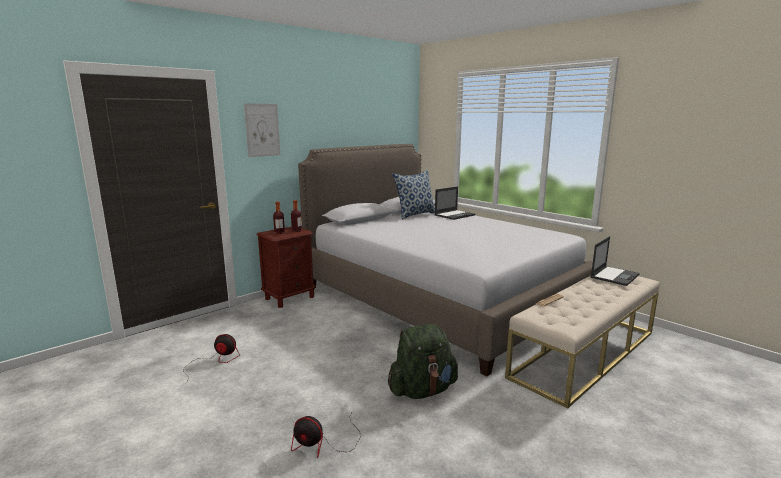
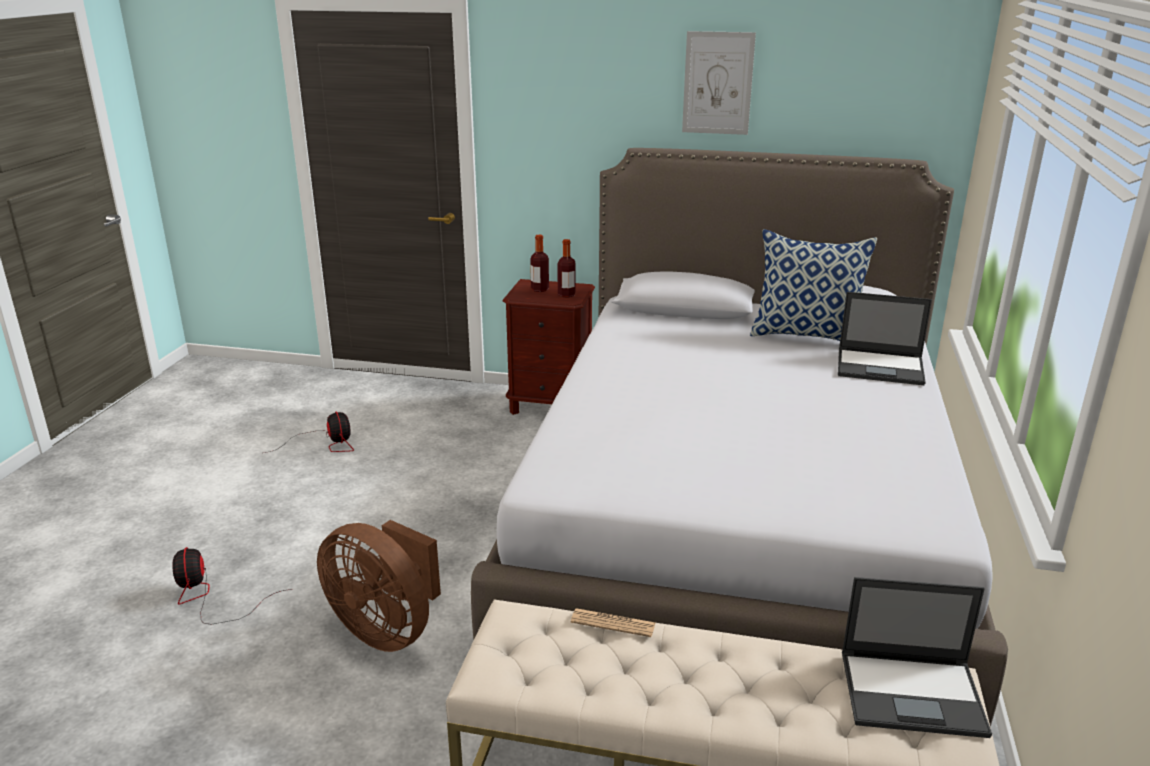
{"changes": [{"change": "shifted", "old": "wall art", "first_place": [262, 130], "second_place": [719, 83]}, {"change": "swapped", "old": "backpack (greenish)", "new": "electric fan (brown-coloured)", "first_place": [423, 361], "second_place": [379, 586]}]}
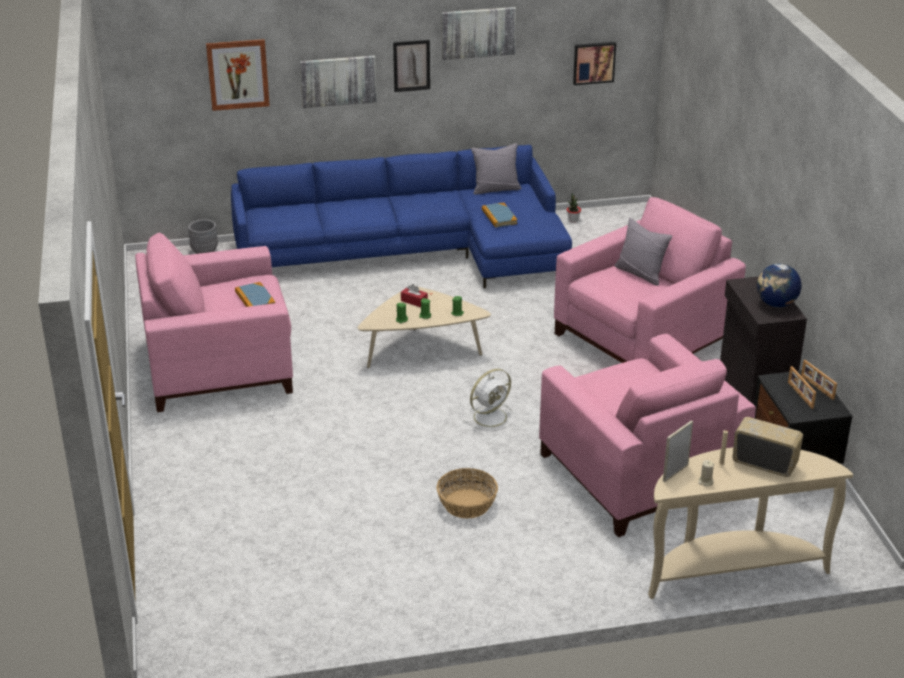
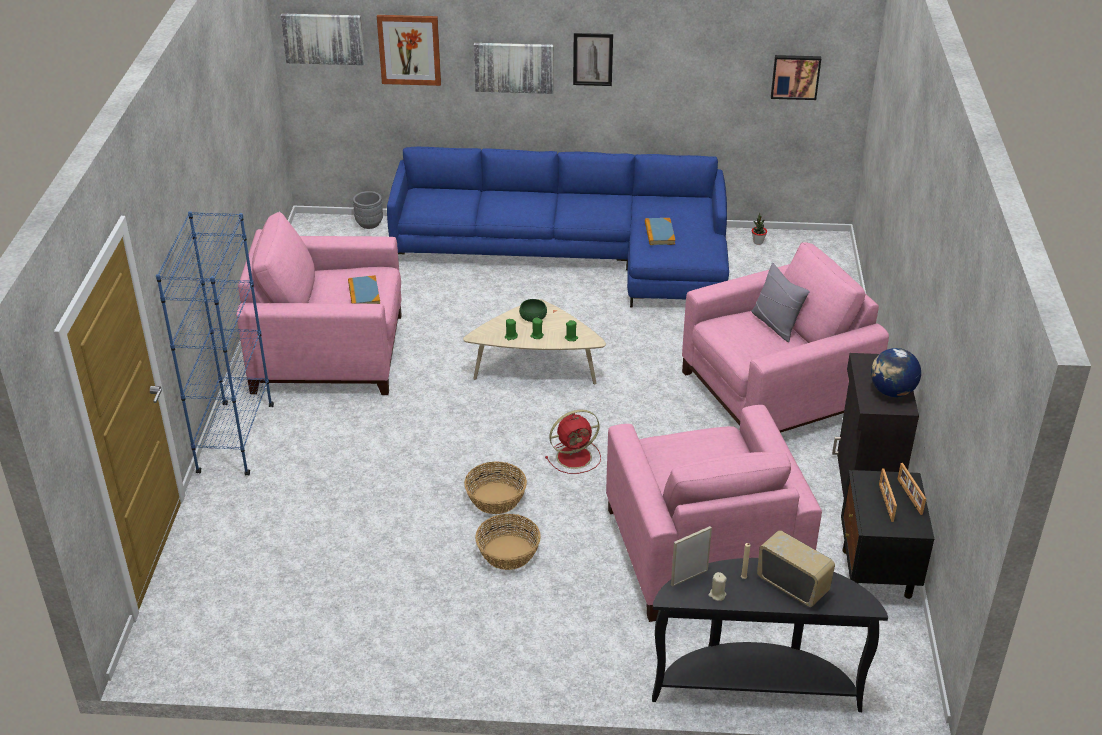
{"changes": [{"change": "shifted", "old": "wall art", "first_place": [479, 33], "second_place": [323, 39]}, {"change": "gone", "old": "pillow (greyish)", "first_place": [496, 169]}, {"change": "swapped", "old": "tissue holder (reddish)", "new": "serving bowl (greenish)", "first_place": [414, 295], "second_place": [533, 310]}, {"change": "repainted", "old": "electric fan (whitish)", "new": "electric fan (reddish)", "first_place": [490, 400], "second_place": [573, 442]}, {"change": "repainted", "old": "narrow table (beige)", "new": "narrow table (black)", "first_place": [750, 523], "second_place": [770, 635]}, {"change": "new", "new": "bookcase (blue-coloured)", "second_place": [215, 343]}, {"change": "new", "new": "basket", "second_place": [495, 488]}]}
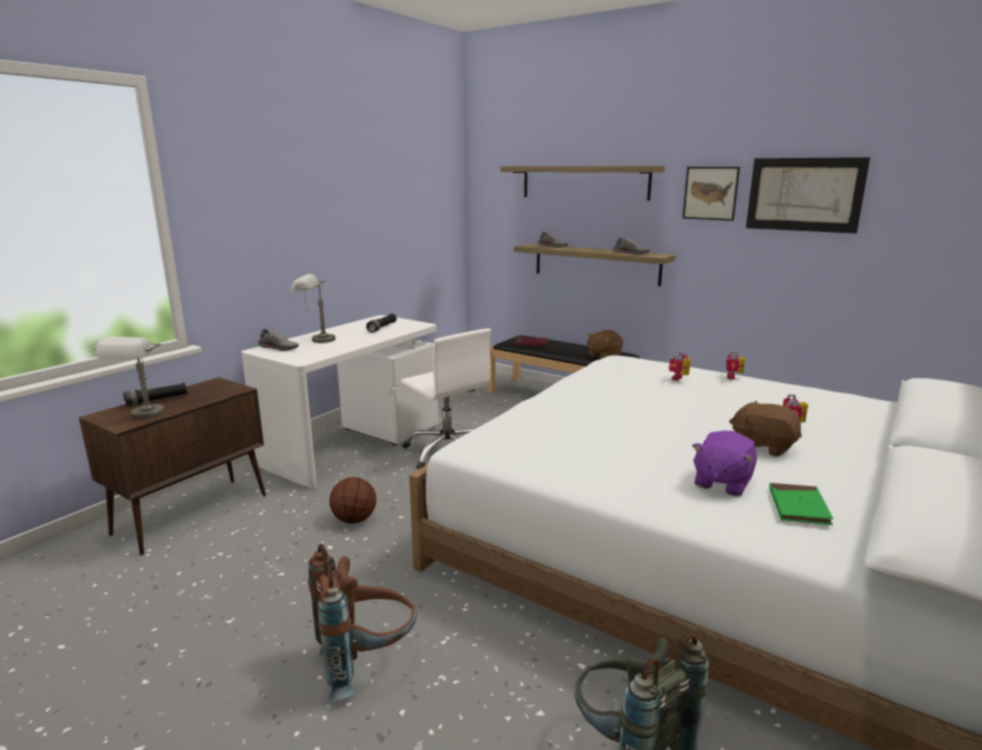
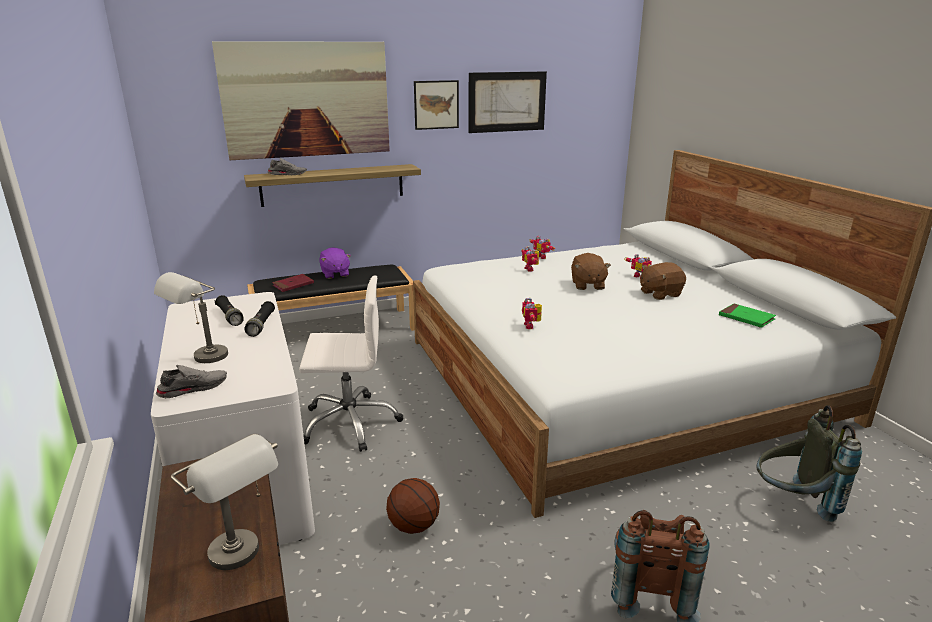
{"changes": [{"change": "swapped", "old": "wall shelf", "new": "wall art", "first_place": [582, 183], "second_place": [301, 100]}, {"change": "gone", "old": "shoe (greyish)", "first_place": [631, 246]}, {"change": "shifted", "old": "cuddly toy (brown-coloured)", "first_place": [605, 344], "second_place": [591, 271]}, {"change": "shifted", "old": "torch (black)", "first_place": [155, 394], "second_place": [259, 319]}, {"change": "shifted", "old": "cuddly toy (purplish)", "first_place": [724, 463], "second_place": [335, 263]}, {"change": "new", "new": "robot figure", "second_place": [532, 313]}]}
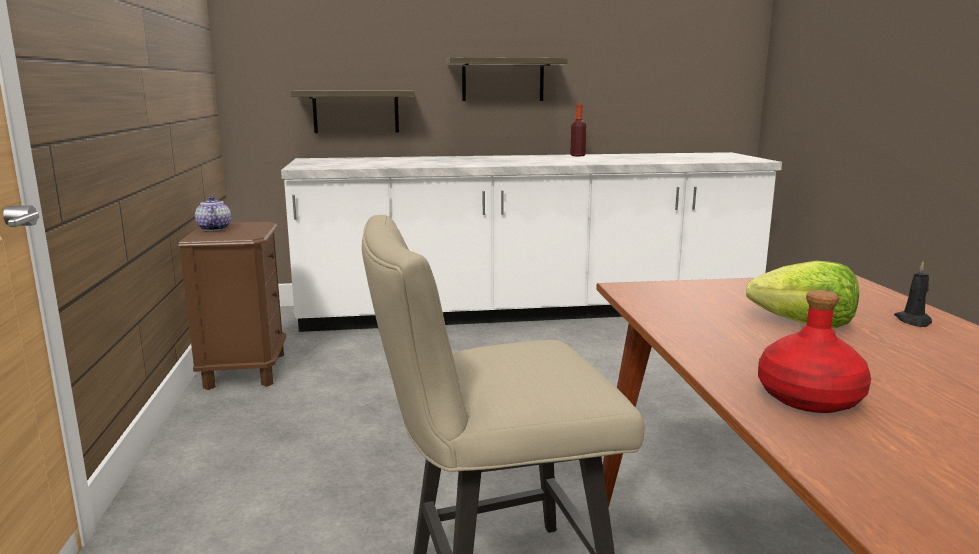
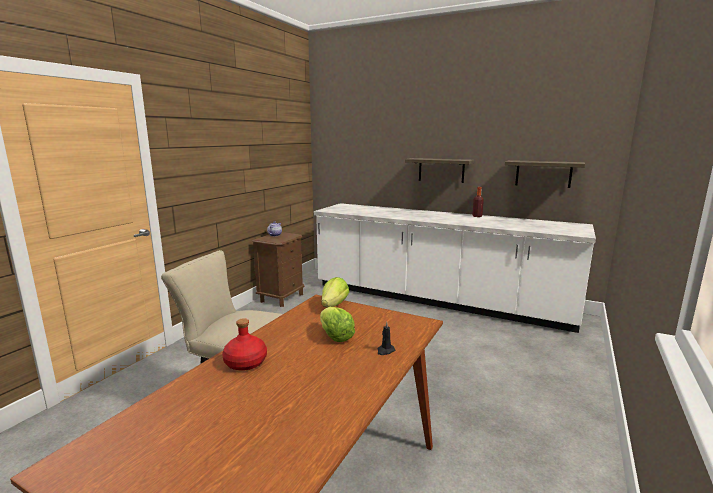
{"changes": [{"change": "shifted", "old": "wall shelf", "first_place": [353, 111], "second_place": [545, 174]}, {"change": "new", "new": "head of lettuce", "second_place": [335, 292]}]}
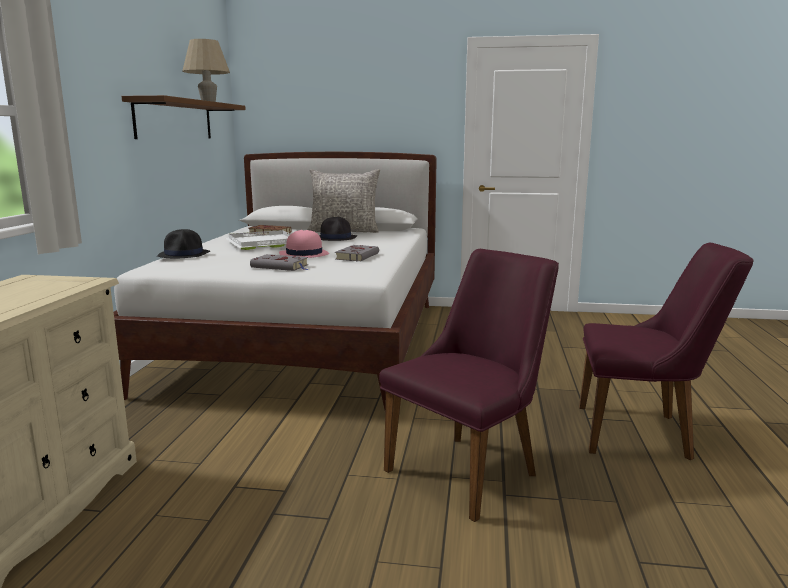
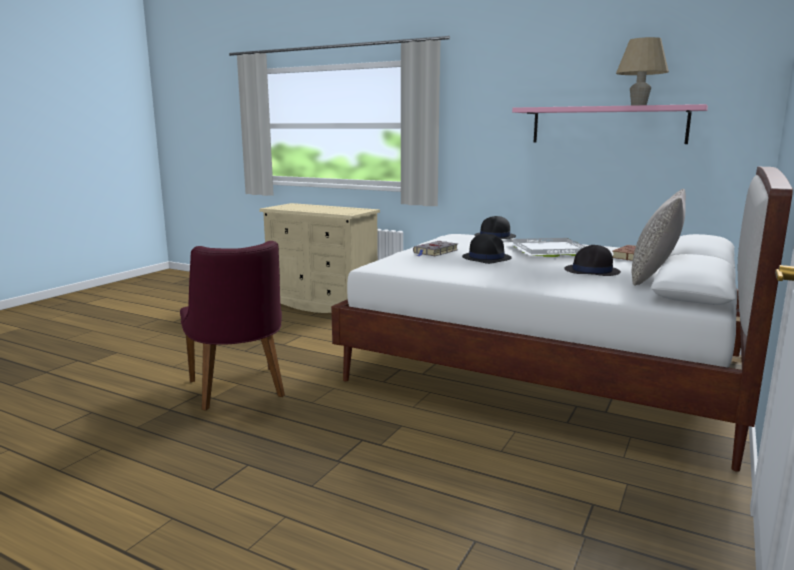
{"changes": [{"change": "repainted", "old": "wall shelf (brown-coloured)", "new": "wall shelf (pink-coloured)", "first_place": [183, 117], "second_place": [610, 124]}, {"change": "repainted", "old": "wearable hat (pink-coloured)", "new": "wearable hat (black)", "first_place": [304, 244], "second_place": [487, 248]}, {"change": "gone", "old": "chair (purplish)", "first_place": [666, 351]}, {"change": "gone", "old": "volume (greyish)", "first_place": [357, 253]}]}
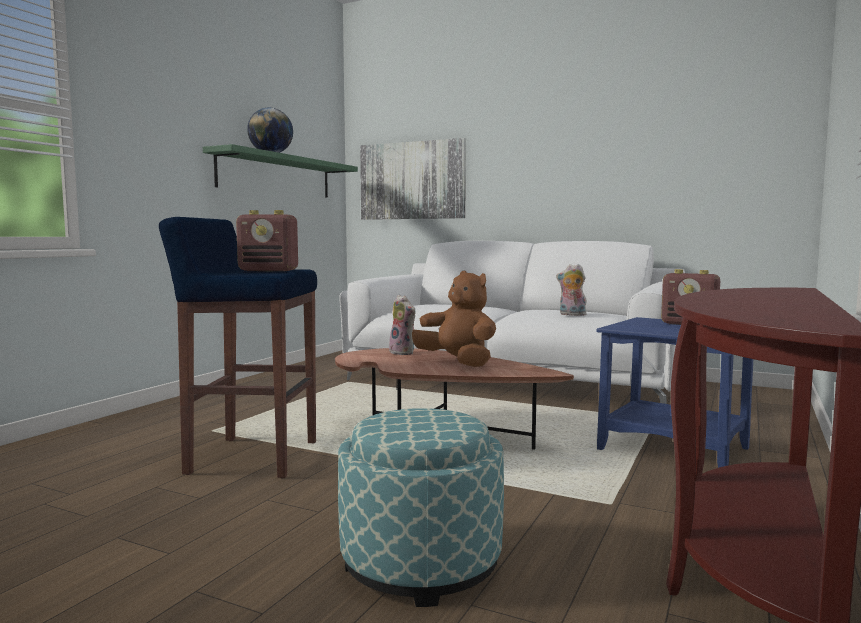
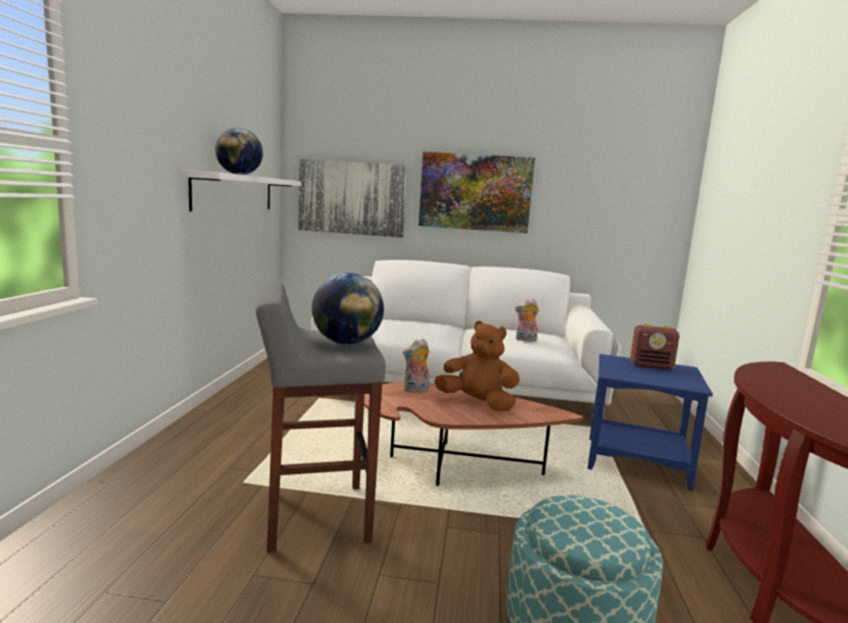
{"changes": [{"change": "repainted", "old": "wall shelf (greenish)", "new": "wall shelf (whitish)", "first_place": [280, 171], "second_place": [240, 191]}, {"change": "swapped", "old": "radio receiver", "new": "world globe", "first_place": [267, 241], "second_place": [348, 309]}, {"change": "repainted", "old": "stool (blue-coloured)", "new": "stool (greyish)", "first_place": [238, 348], "second_place": [320, 416]}, {"change": "rotated", "old": "cuddly toy", "first_place": [402, 325], "second_place": [416, 365], "degrees": 120}, {"change": "new", "new": "wall art", "second_place": [477, 192]}]}
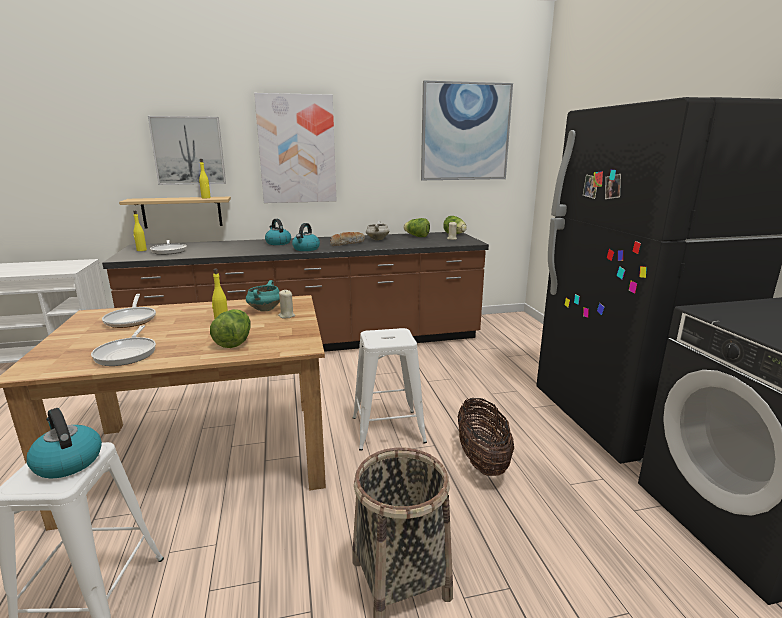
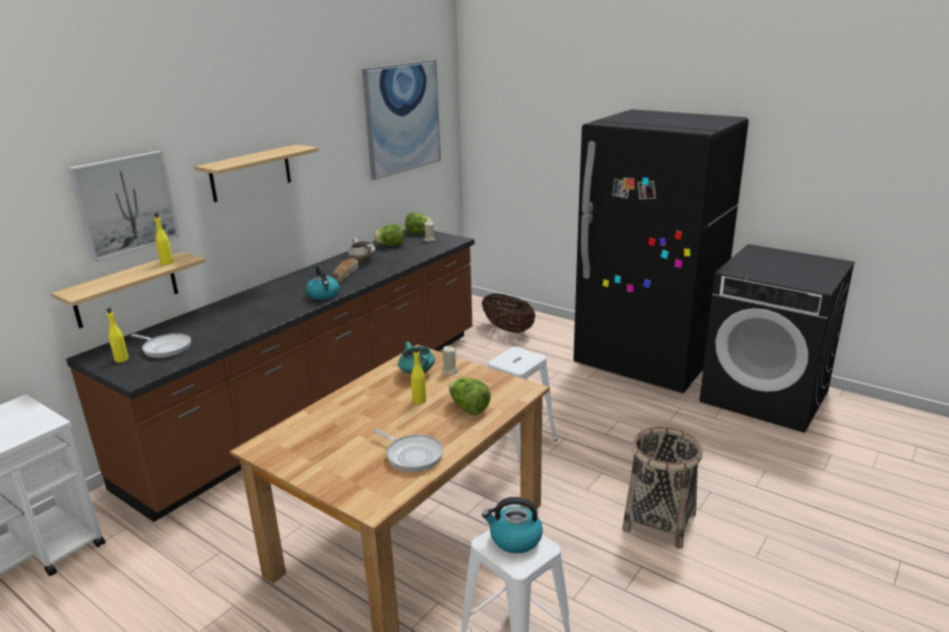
{"changes": [{"change": "swapped", "old": "wall art", "new": "wall shelf", "first_place": [295, 148], "second_place": [256, 173]}, {"change": "gone", "old": "tea kettle", "first_place": [278, 232]}, {"change": "gone", "old": "skillet", "first_place": [129, 311]}, {"change": "shifted", "old": "basket", "first_place": [486, 436], "second_place": [509, 313]}]}
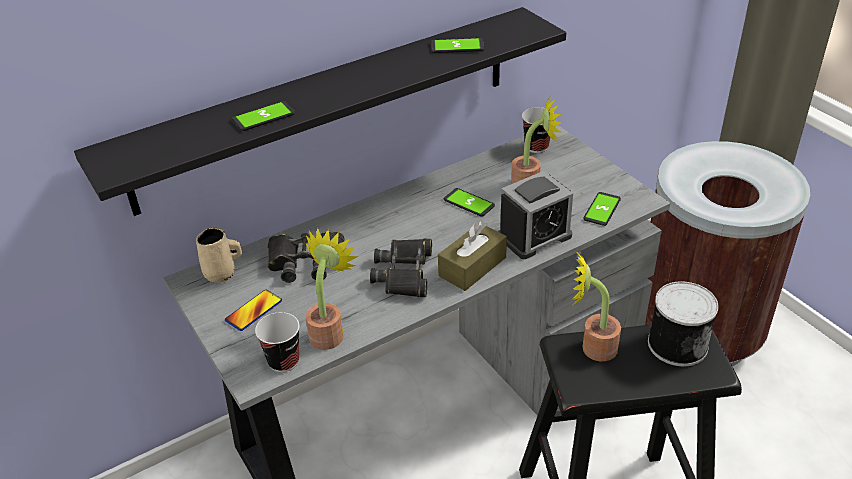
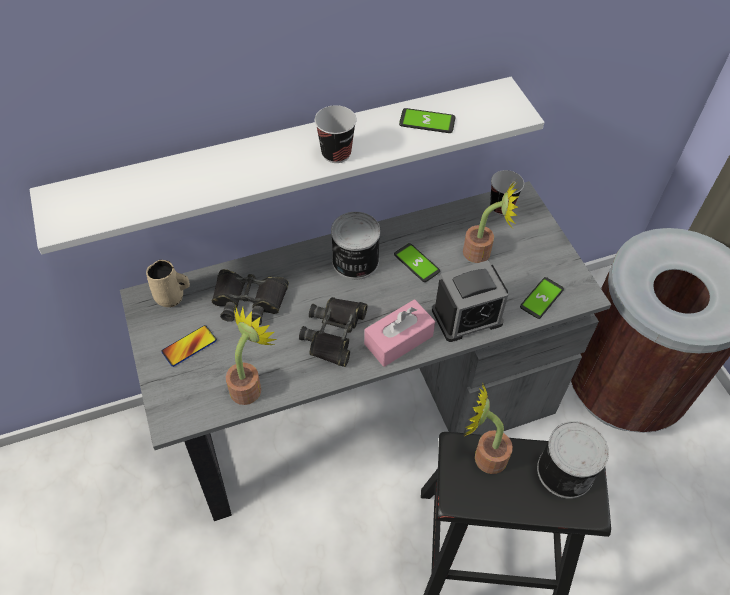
{"changes": [{"change": "repainted", "old": "wall shelf (black)", "new": "wall shelf (whitish)", "first_place": [320, 111], "second_place": [287, 165]}, {"change": "gone", "old": "handset", "first_place": [263, 116]}, {"change": "repainted", "old": "tissue holder (brown-coloured)", "new": "tissue holder (pink-coloured)", "first_place": [472, 256], "second_place": [399, 333]}, {"change": "shifted", "old": "drinking cup", "first_place": [277, 342], "second_place": [336, 134]}, {"change": "new", "new": "sealed can", "second_place": [355, 246]}]}
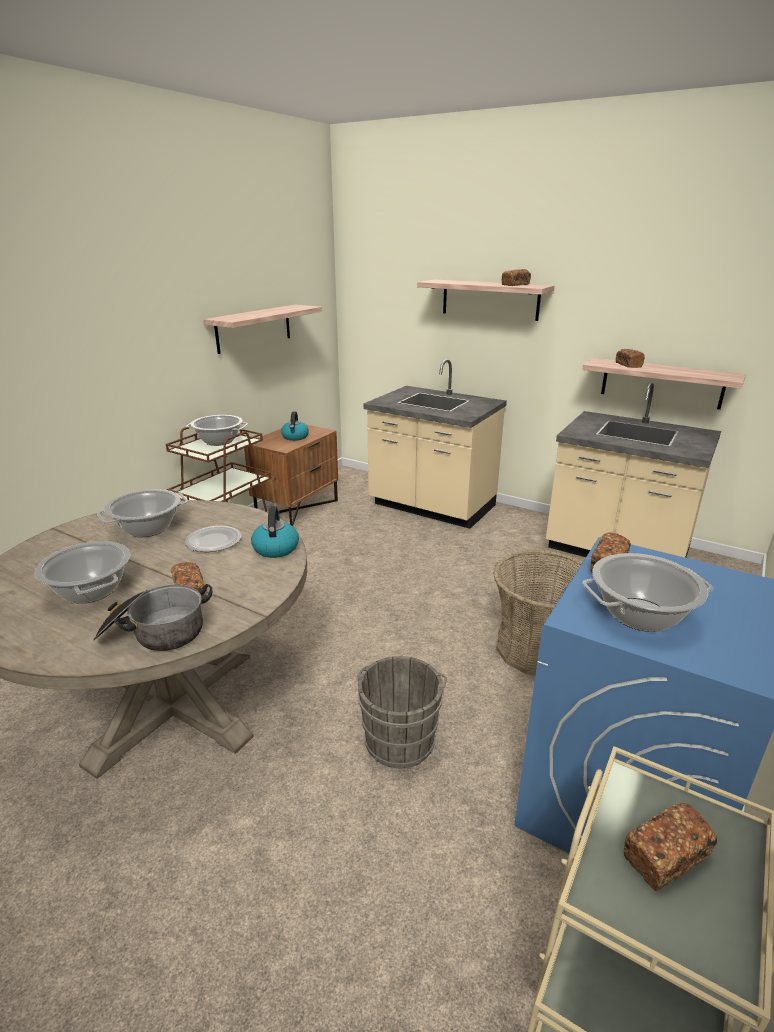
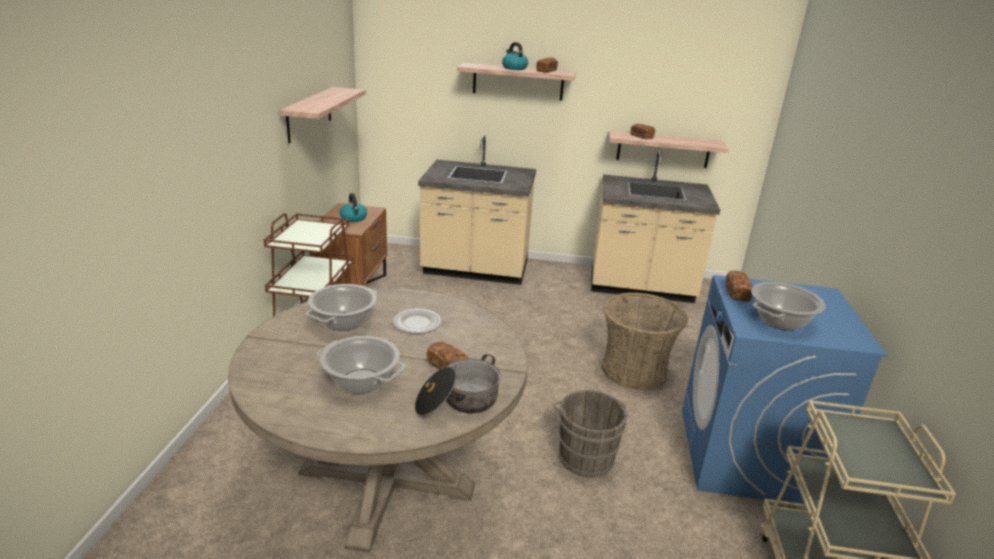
{"changes": [{"change": "gone", "old": "saucepot", "first_place": [217, 430]}, {"change": "shifted", "old": "tea kettle", "first_place": [275, 532], "second_place": [515, 56]}, {"change": "gone", "old": "baked bread", "first_place": [670, 846]}]}
